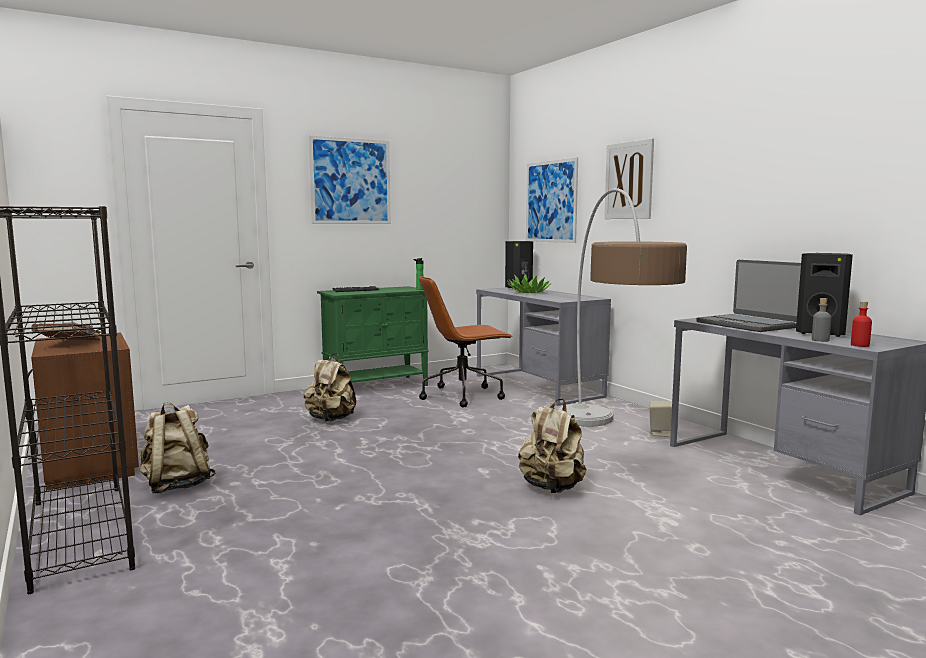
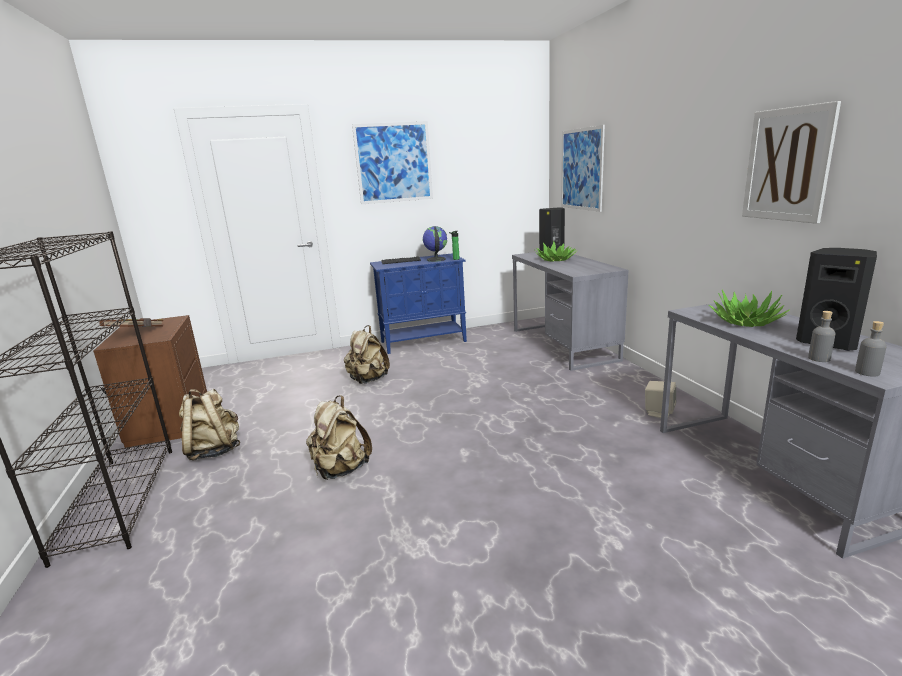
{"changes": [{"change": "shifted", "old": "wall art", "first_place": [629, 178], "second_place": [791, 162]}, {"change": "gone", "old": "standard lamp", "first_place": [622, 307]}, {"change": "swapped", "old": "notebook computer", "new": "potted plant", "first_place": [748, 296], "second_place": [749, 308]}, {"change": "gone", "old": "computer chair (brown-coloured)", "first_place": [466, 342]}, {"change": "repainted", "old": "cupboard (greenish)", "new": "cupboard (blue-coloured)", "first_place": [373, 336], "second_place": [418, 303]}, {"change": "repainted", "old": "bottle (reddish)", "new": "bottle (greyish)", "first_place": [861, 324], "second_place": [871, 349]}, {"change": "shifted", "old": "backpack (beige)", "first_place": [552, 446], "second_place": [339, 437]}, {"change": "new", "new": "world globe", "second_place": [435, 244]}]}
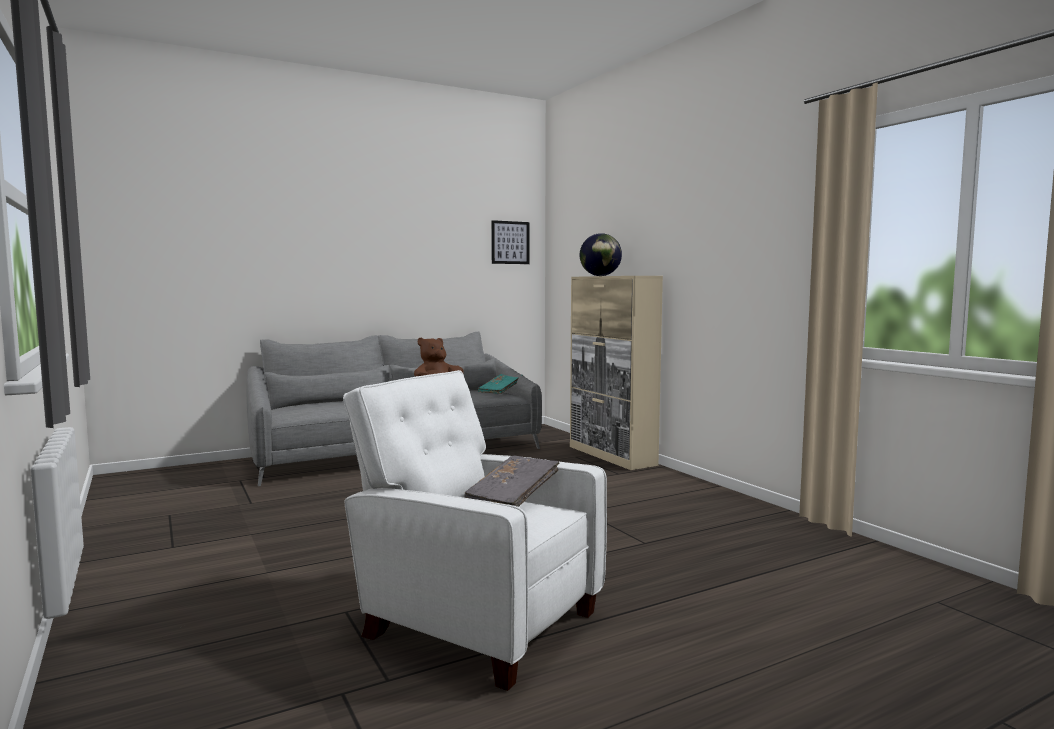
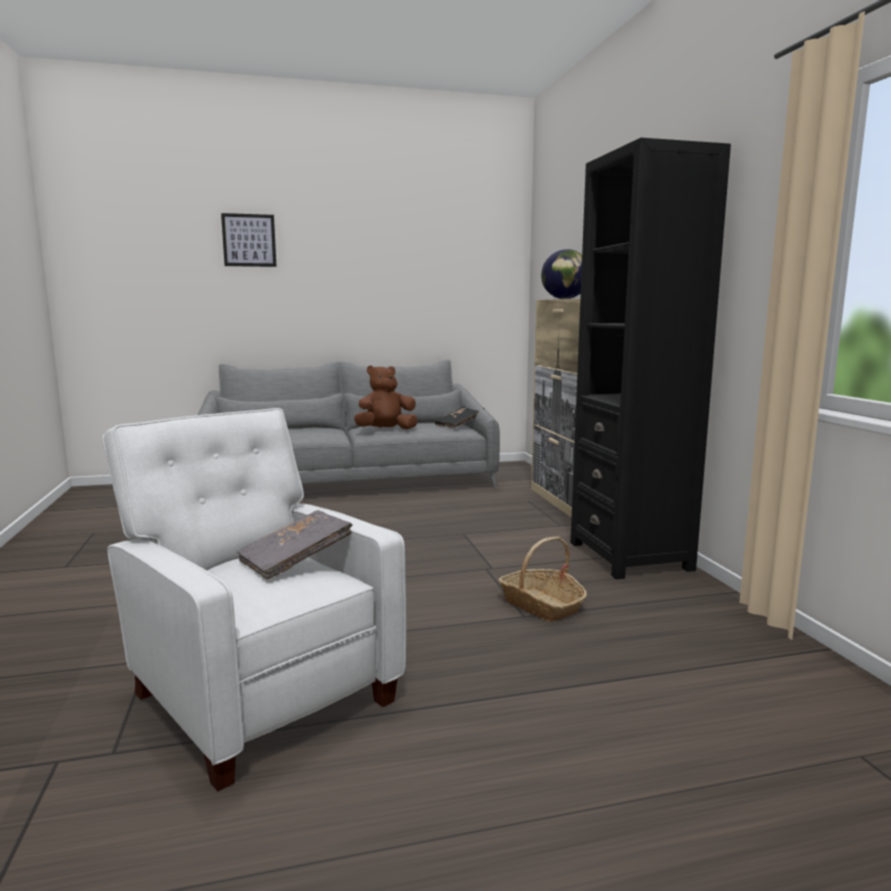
{"changes": [{"change": "shifted", "old": "wall art", "first_place": [510, 242], "second_place": [249, 240]}, {"change": "repainted", "old": "volume (turquoise-coloured)", "new": "volume (black)", "first_place": [500, 384], "second_place": [460, 417]}, {"change": "new", "new": "bookcase (black)", "second_place": [651, 358]}, {"change": "new", "new": "basket", "second_place": [542, 579]}]}
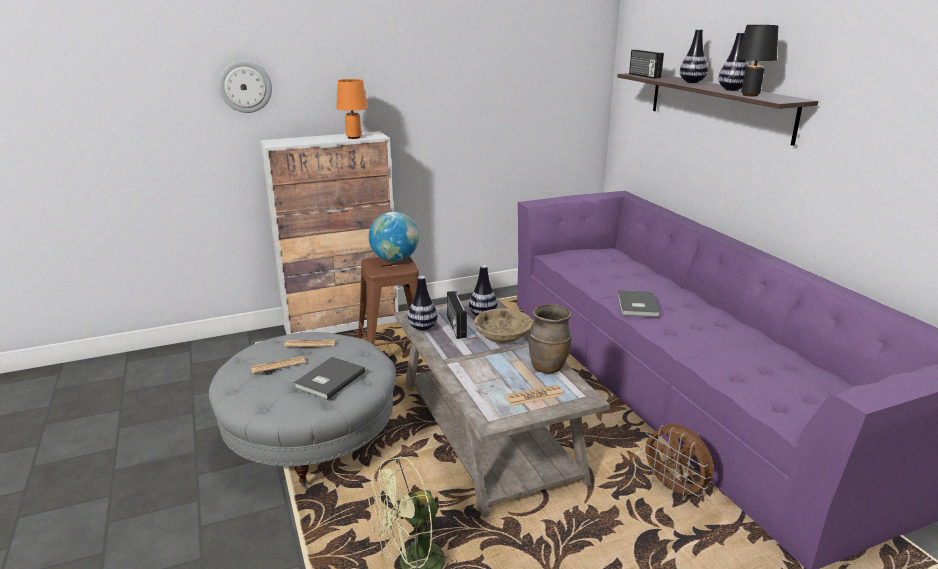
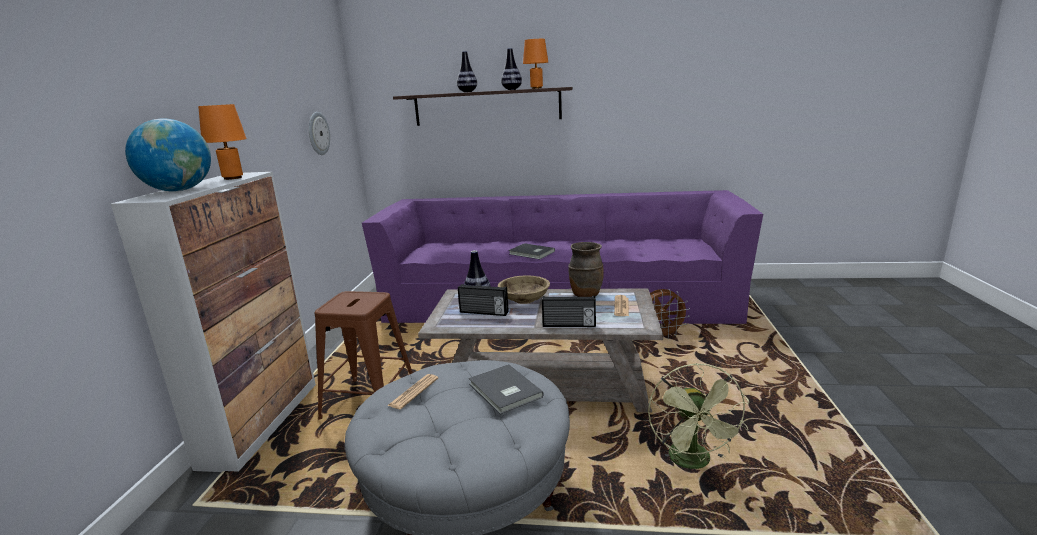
{"changes": [{"change": "repainted", "old": "lamp for a table (black)", "new": "lamp for a table (orange)", "first_place": [757, 60], "second_place": [535, 64]}, {"change": "shifted", "old": "radio receiver", "first_place": [646, 64], "second_place": [569, 311]}, {"change": "shifted", "old": "hanging clock", "first_place": [245, 86], "second_place": [319, 133]}, {"change": "shifted", "old": "world globe", "first_place": [394, 237], "second_place": [168, 155]}, {"change": "gone", "old": "vase", "first_place": [423, 303]}, {"change": "gone", "old": "printed paper", "first_place": [278, 365]}]}
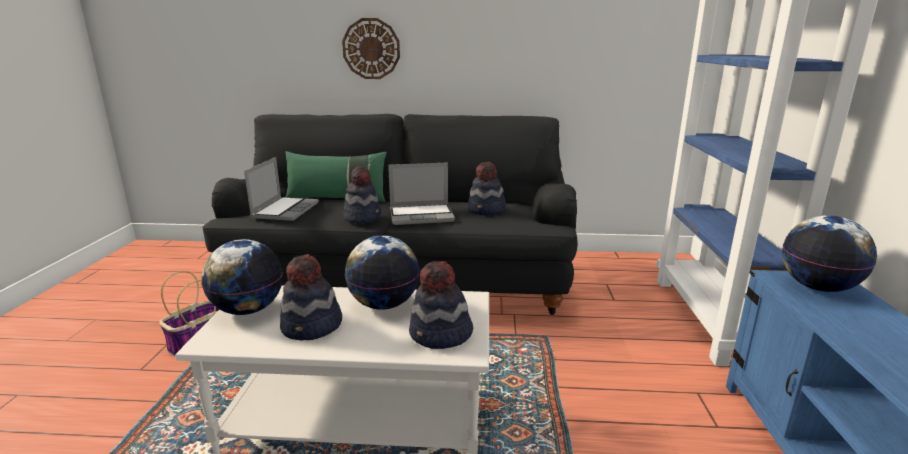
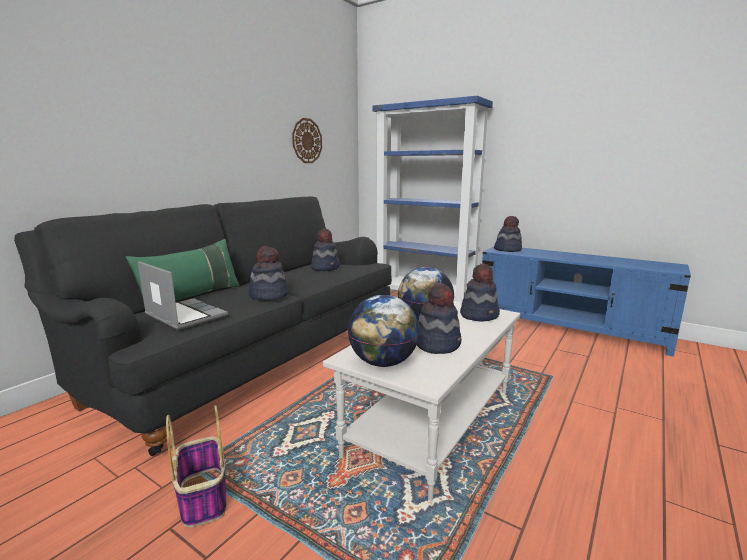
{"changes": [{"change": "shifted", "old": "hanging clock", "first_place": [371, 48], "second_place": [307, 140]}, {"change": "gone", "old": "notebook computer", "first_place": [421, 193]}, {"change": "swapped", "old": "world globe", "new": "wearable hat", "first_place": [829, 253], "second_place": [508, 234]}]}
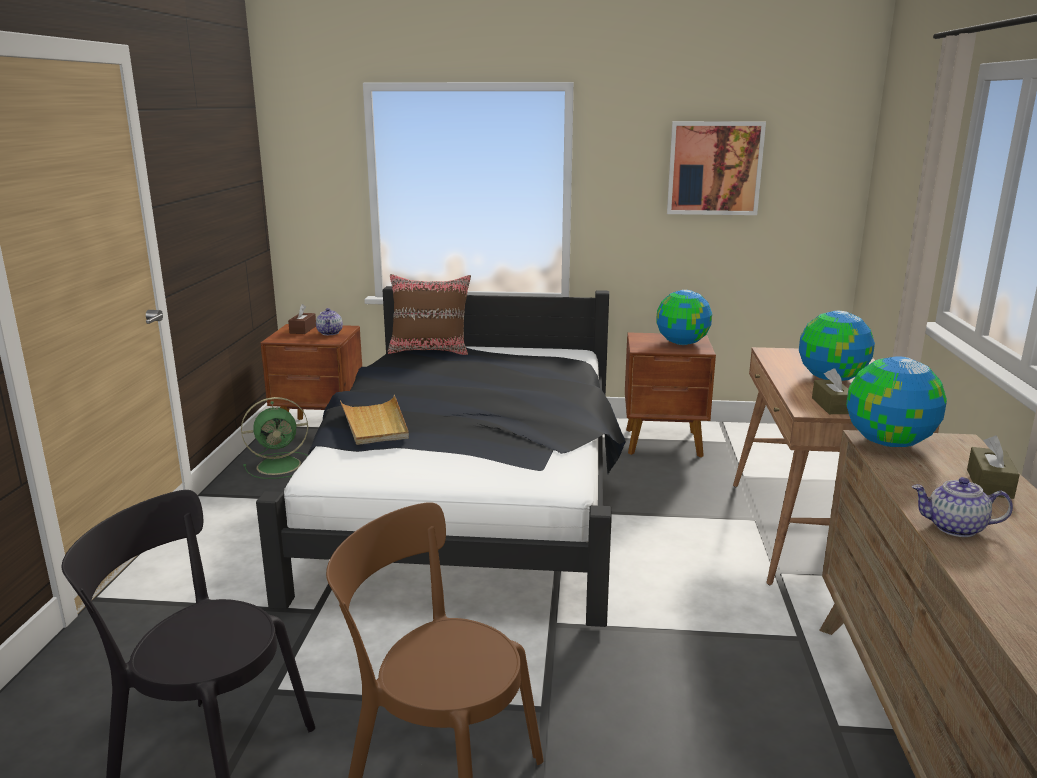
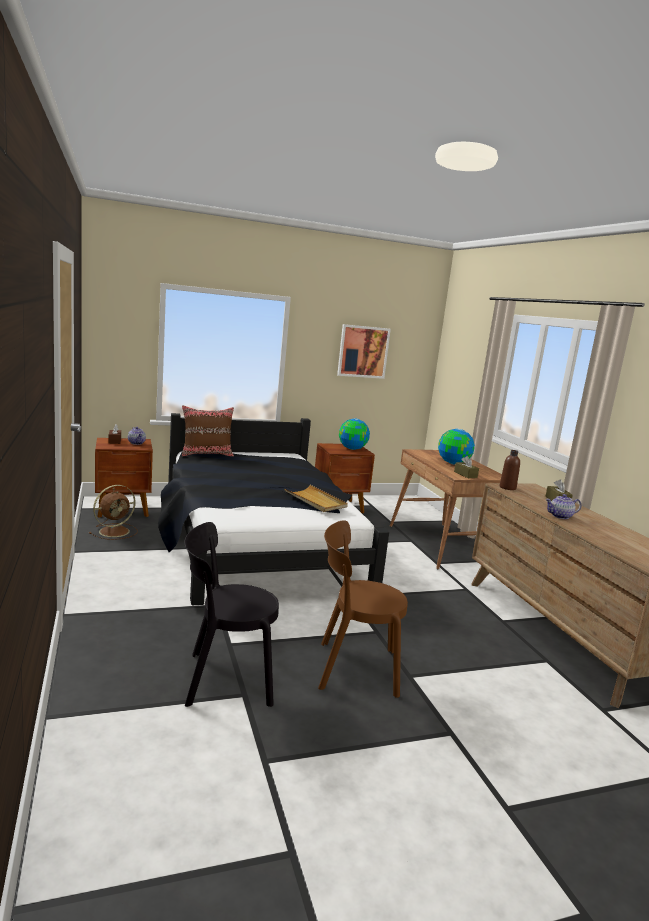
{"changes": [{"change": "swapped", "old": "world globe", "new": "bottle (brown-coloured)", "first_place": [896, 401], "second_place": [510, 470]}, {"change": "shifted", "old": "tray (beige)", "first_place": [374, 420], "second_place": [316, 498]}, {"change": "repainted", "old": "electric fan (greenish)", "new": "electric fan (brown-coloured)", "first_place": [274, 438], "second_place": [113, 512]}]}
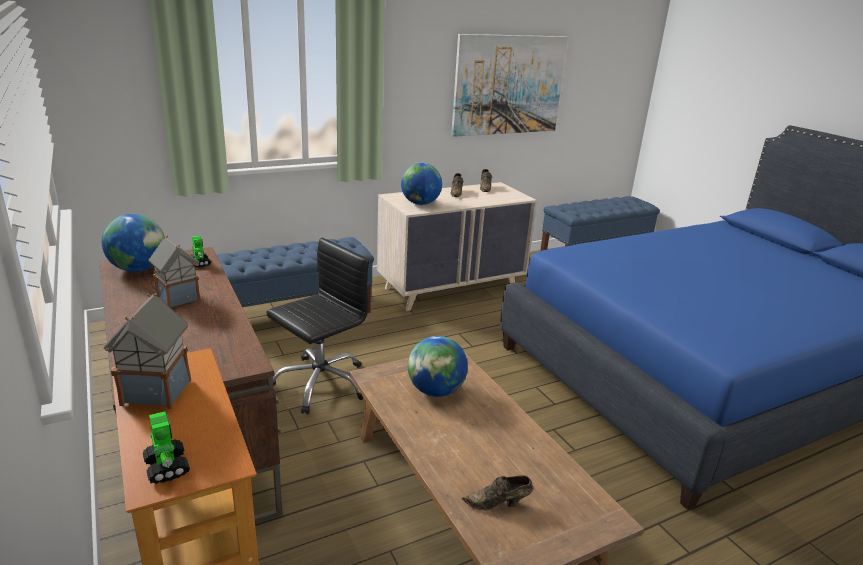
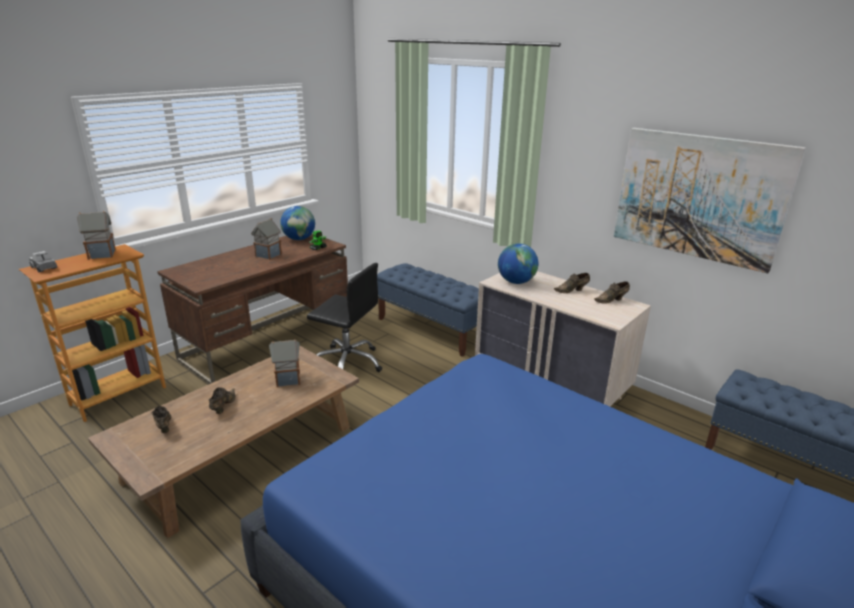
{"changes": [{"change": "swapped", "old": "world globe", "new": "model house", "first_place": [438, 366], "second_place": [284, 363]}, {"change": "swapped", "old": "robot figure", "new": "toy truck", "first_place": [166, 447], "second_place": [43, 261]}, {"change": "new", "new": "shoe (brown-coloured)", "second_place": [222, 400]}]}
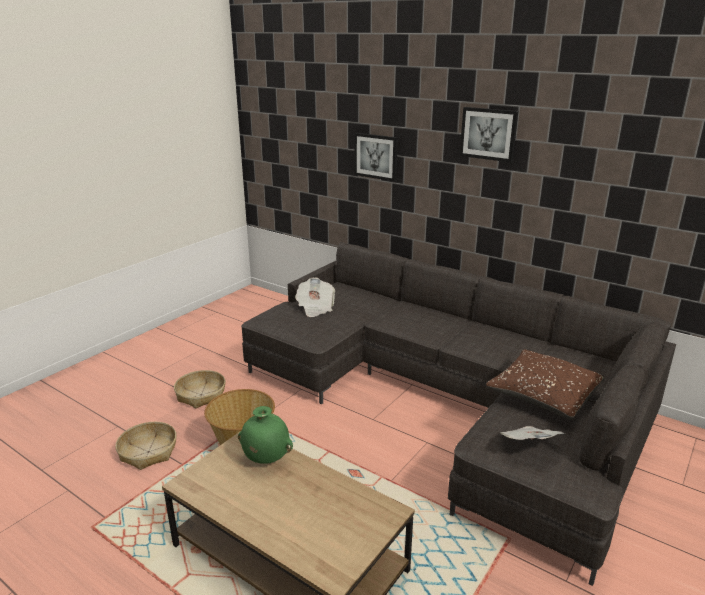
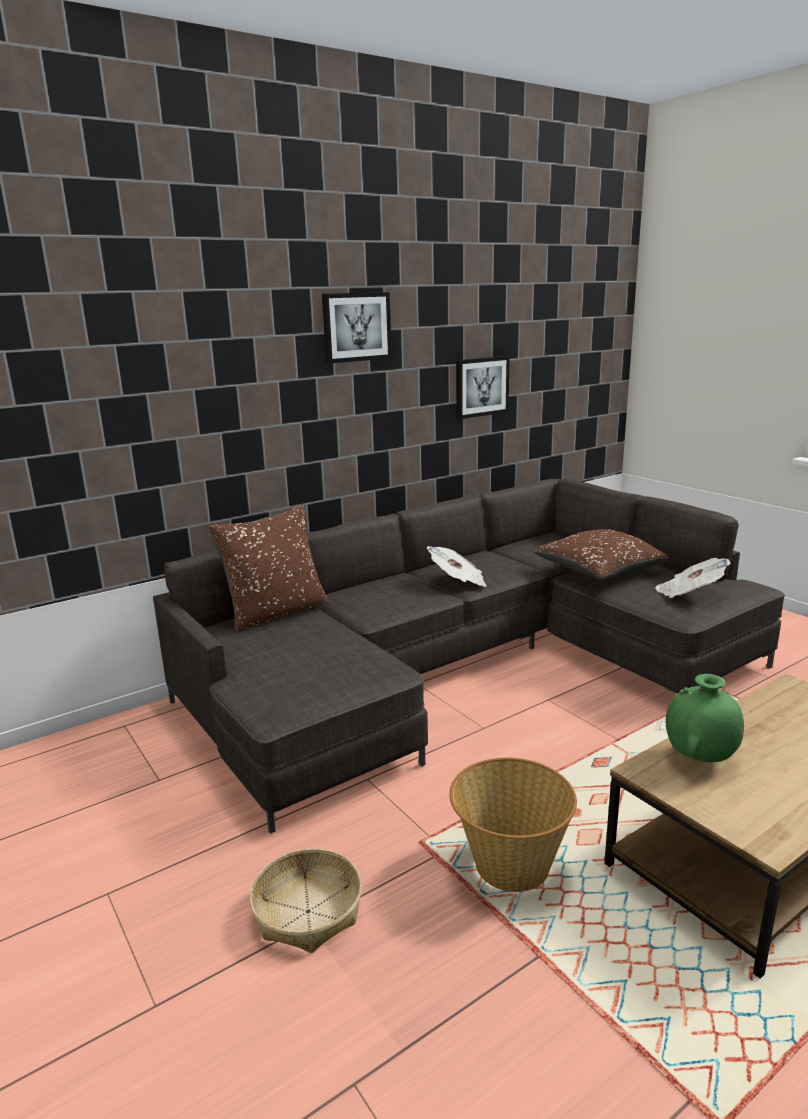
{"changes": [{"change": "shifted", "old": "wall art", "first_place": [376, 157], "second_place": [483, 387]}, {"change": "shifted", "old": "printed paper", "first_place": [315, 297], "second_place": [457, 566]}, {"change": "gone", "old": "basket", "first_place": [146, 446]}, {"change": "new", "new": "pillow (brown-coloured)", "second_place": [268, 568]}]}
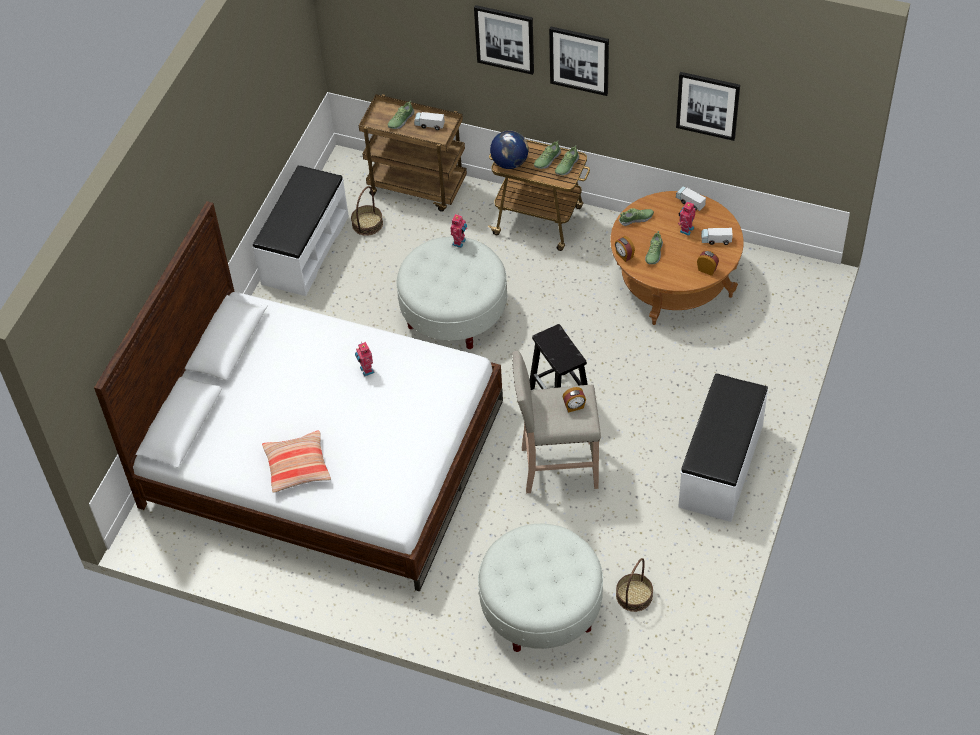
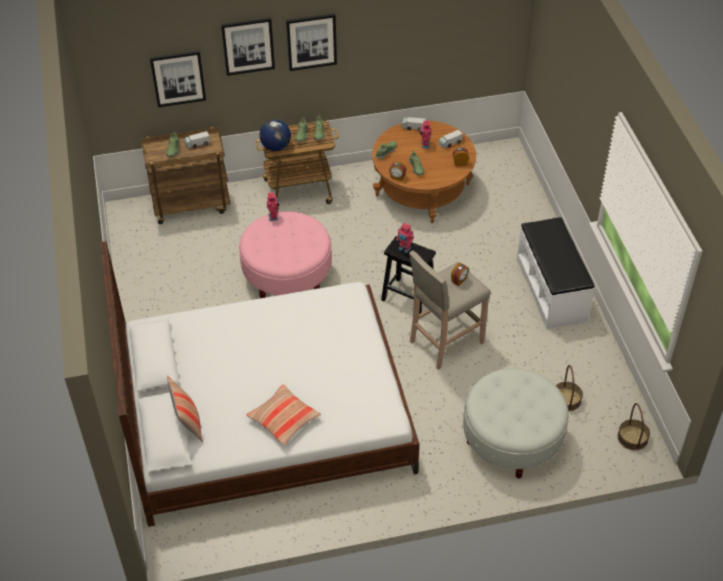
{"changes": [{"change": "shifted", "old": "wall art", "first_place": [708, 106], "second_place": [178, 79]}, {"change": "gone", "old": "bench (whitish)", "first_place": [301, 230]}, {"change": "shifted", "old": "basket", "first_place": [367, 211], "second_place": [634, 426]}, {"change": "repainted", "old": "ottoman (whitish)", "new": "ottoman (pink-coloured)", "first_place": [451, 293], "second_place": [285, 254]}, {"change": "shifted", "old": "robot figure", "first_place": [365, 359], "second_place": [405, 238]}, {"change": "new", "new": "pillow", "second_place": [185, 408]}]}
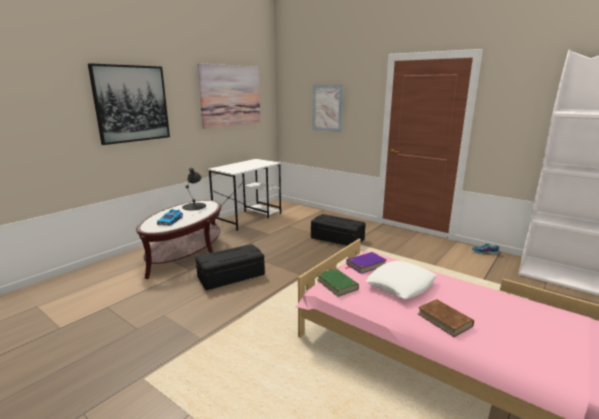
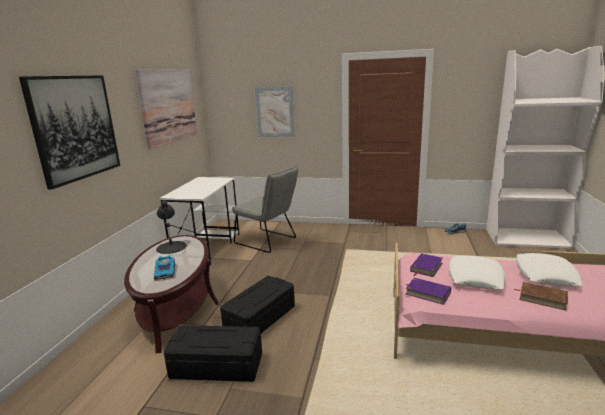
{"changes": [{"change": "shifted", "old": "storage box (black)", "first_place": [338, 230], "second_place": [213, 353]}, {"change": "repainted", "old": "volume (greenish)", "new": "volume (purplish)", "first_place": [338, 282], "second_place": [428, 291]}, {"change": "new", "new": "chair (greyish)", "second_place": [265, 209]}, {"change": "new", "new": "pillow (whitish)", "second_place": [549, 269]}]}
